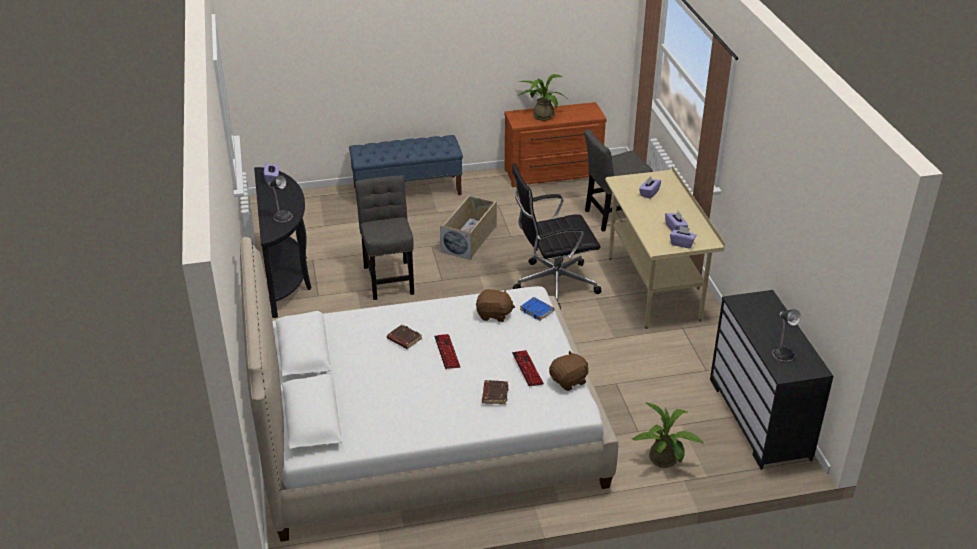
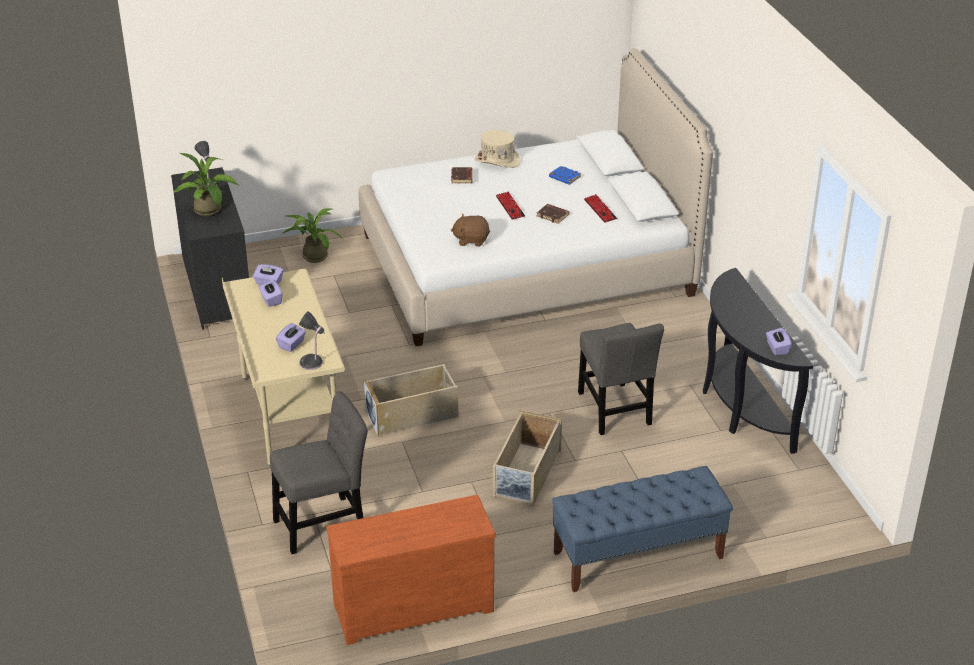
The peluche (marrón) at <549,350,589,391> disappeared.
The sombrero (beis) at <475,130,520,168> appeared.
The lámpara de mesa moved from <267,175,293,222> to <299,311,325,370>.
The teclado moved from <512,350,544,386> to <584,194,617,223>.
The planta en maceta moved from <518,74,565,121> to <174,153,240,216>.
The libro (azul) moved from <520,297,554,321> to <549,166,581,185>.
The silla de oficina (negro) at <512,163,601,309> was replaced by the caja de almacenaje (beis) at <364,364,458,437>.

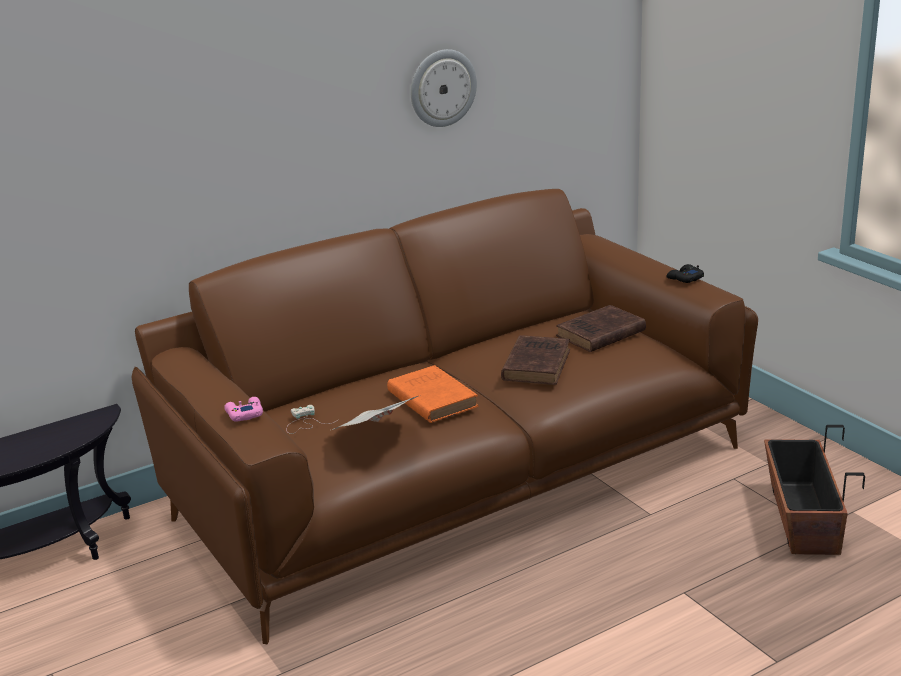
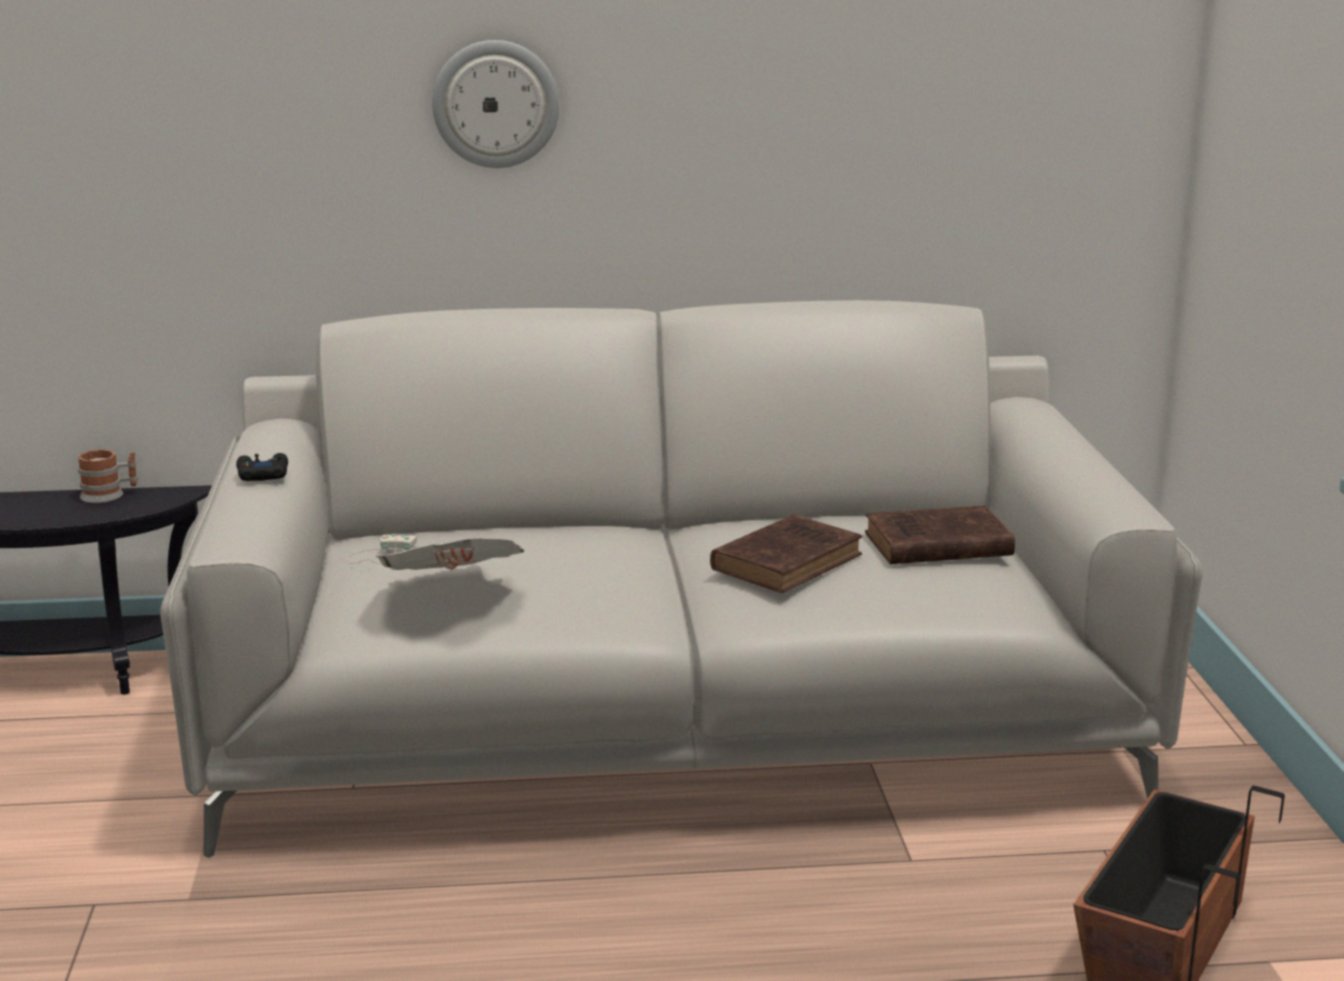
The mando de consola (rosa) at <224,397,263,422> disappeared.
The libro (naranja) at <387,365,479,423> disappeared.
The taza grande at <78,449,138,503> appeared.
The reloj de pared moved from <411,49,477,127> to <432,40,560,168>.
The mando de consola (negro) moved from <666,264,704,283> to <236,453,288,481>.
The sofá (marrón) at <132,189,758,644> became the sofá (gris) at <160,300,1203,858>.

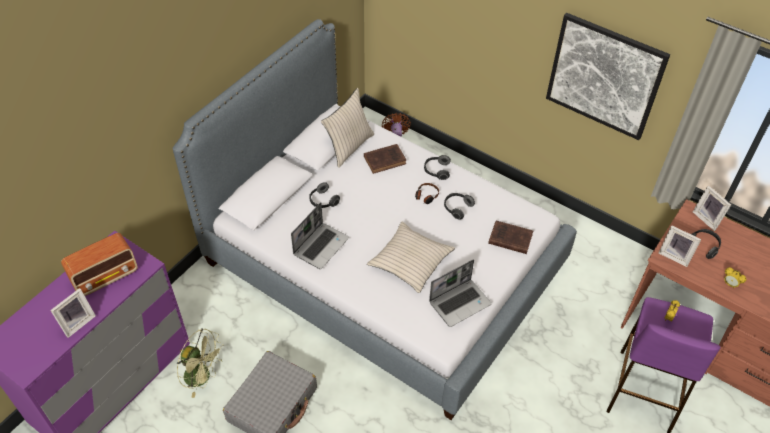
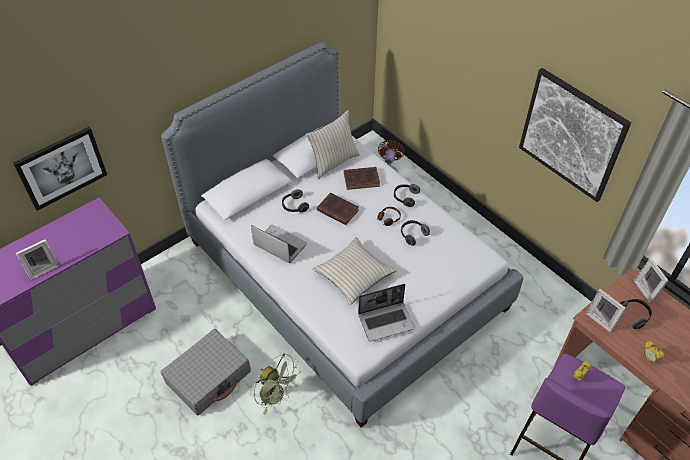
The radio at <61,233,138,296> disappeared.
The cuadro at <13,127,107,211> appeared.
The ventilador (verde) moved from <177,329,224,398> to <254,353,301,415>.
The libro (marrón) moved from <488,221,533,254> to <317,193,359,225>.
The portátil at <291,202,349,269> turned 105 degrees counterclockwise.

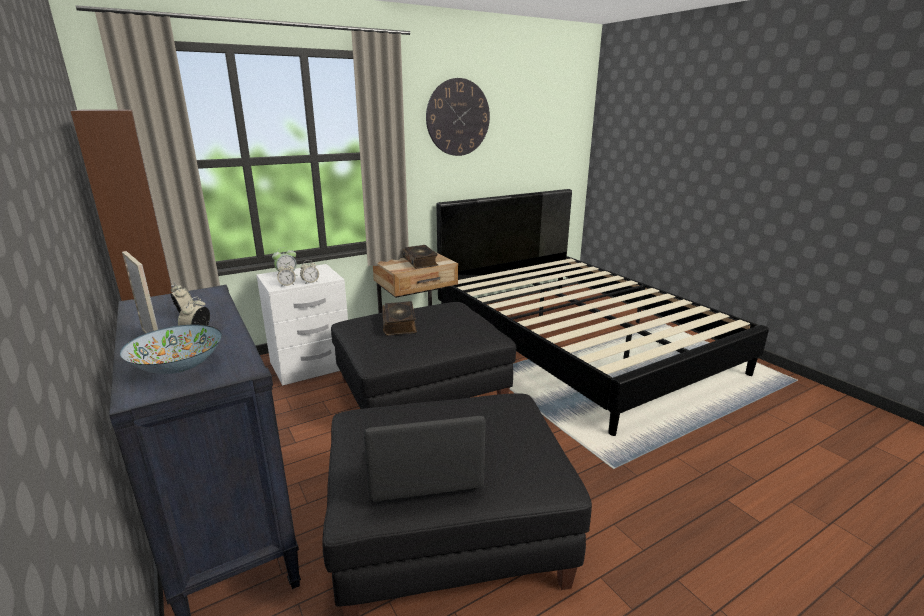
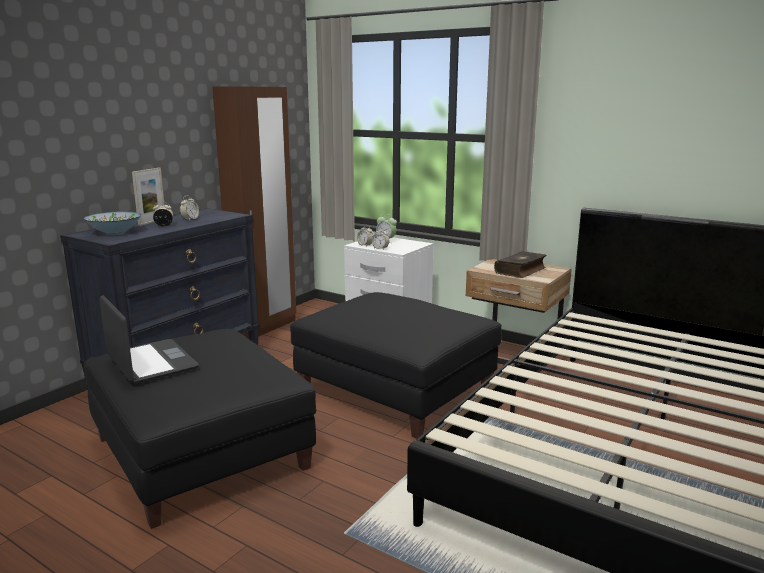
The libro at <382,301,417,336> disappeared.
The reloj de pared at <426,78,490,156> disappeared.

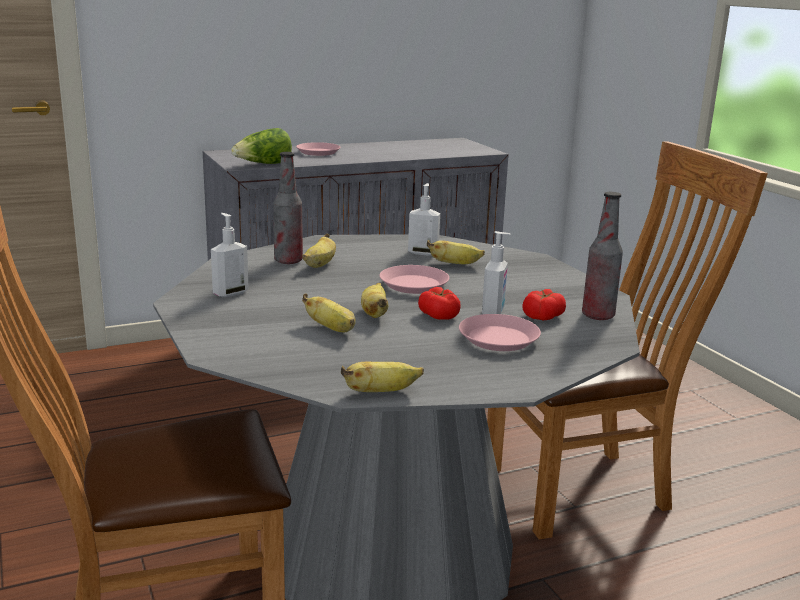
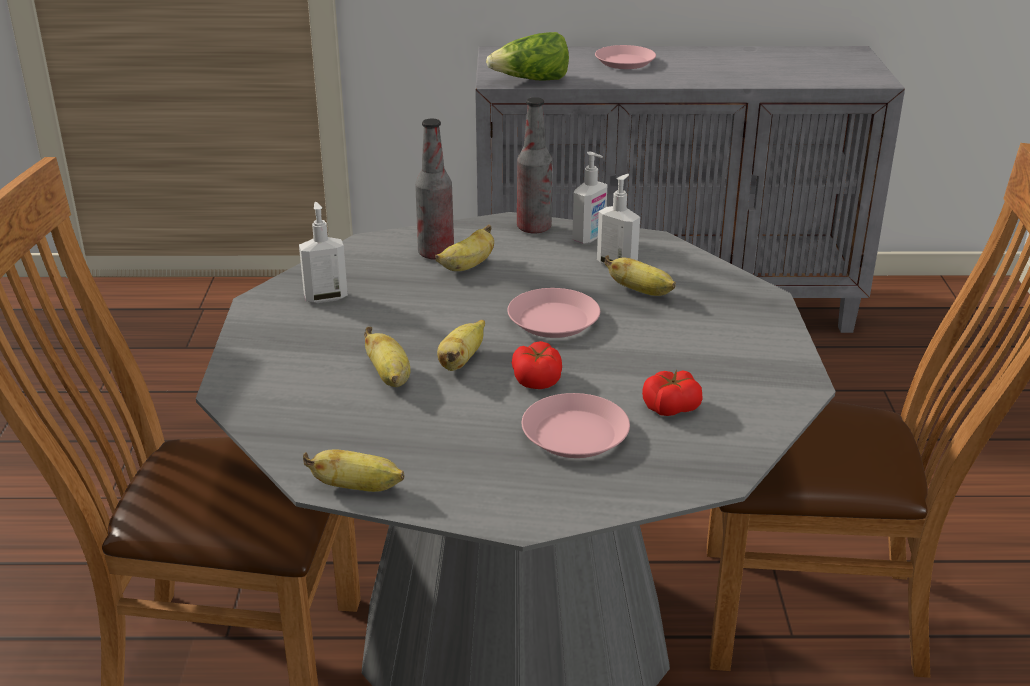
The dispensador de jabón moved from <482,231,511,314> to <572,152,608,244>.
The botella moved from <582,192,623,320> to <517,97,552,234>.

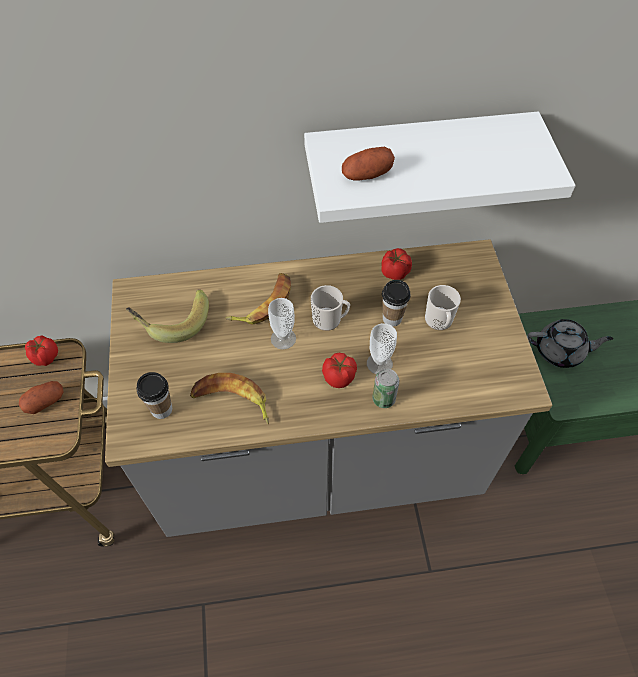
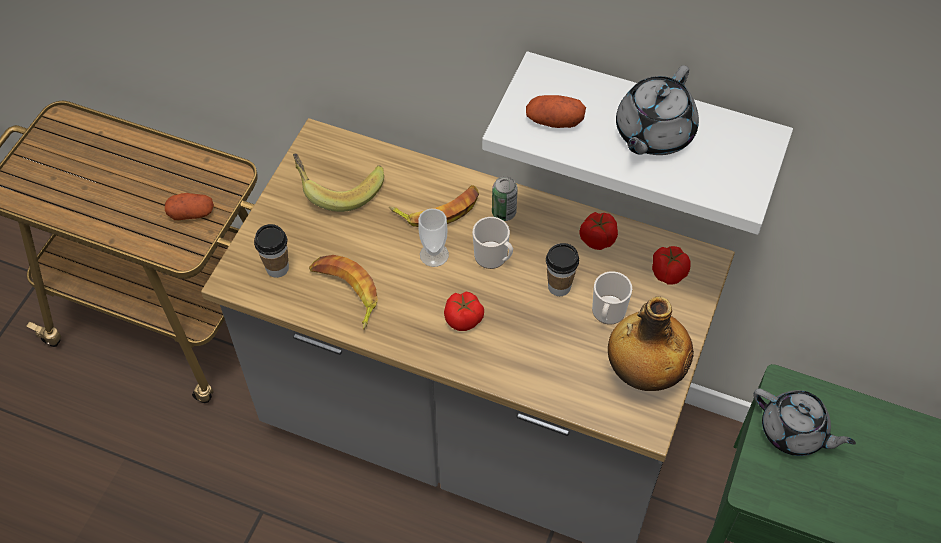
The taza at <367,323,397,375> disappeared.
The botella at <608,296,694,391> appeared.
The tetera (gris) at <616,65,699,155> appeared.
The tomate moved from <25,336,58,366> to <652,246,690,285>.
The lata moved from <372,369,399,408> to <492,176,518,221>.

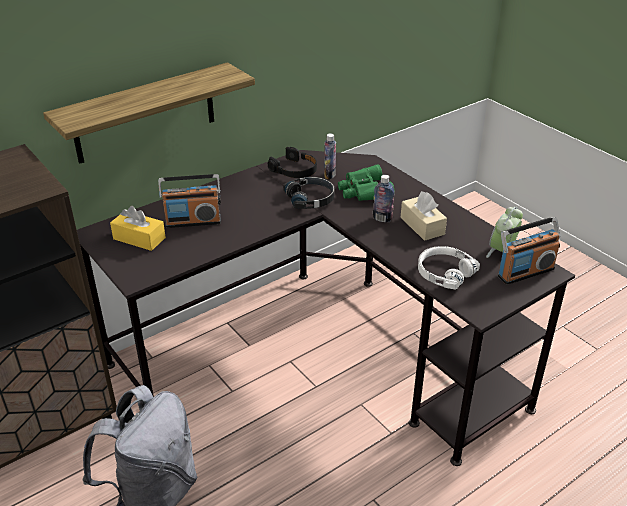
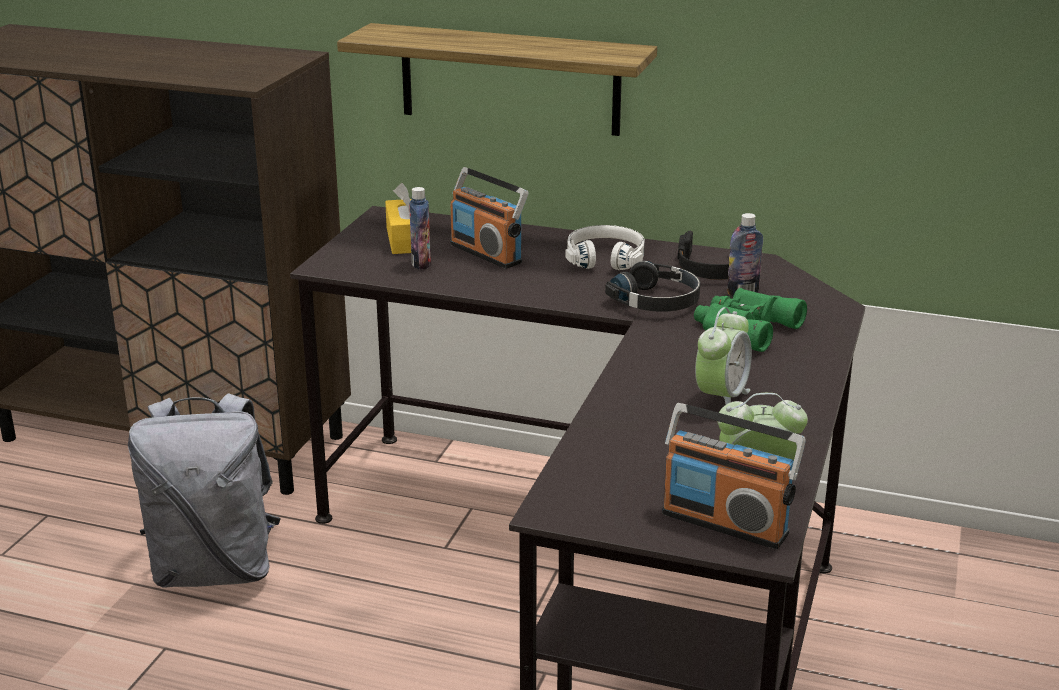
The botella moved from <373,175,395,222> to <409,187,431,270>.
The auriculares (blanco) moved from <418,246,480,290> to <566,225,645,270>.
The caja de pañuelos (beis) at <401,191,447,241> was replaced by the despertador at <695,307,752,405>.

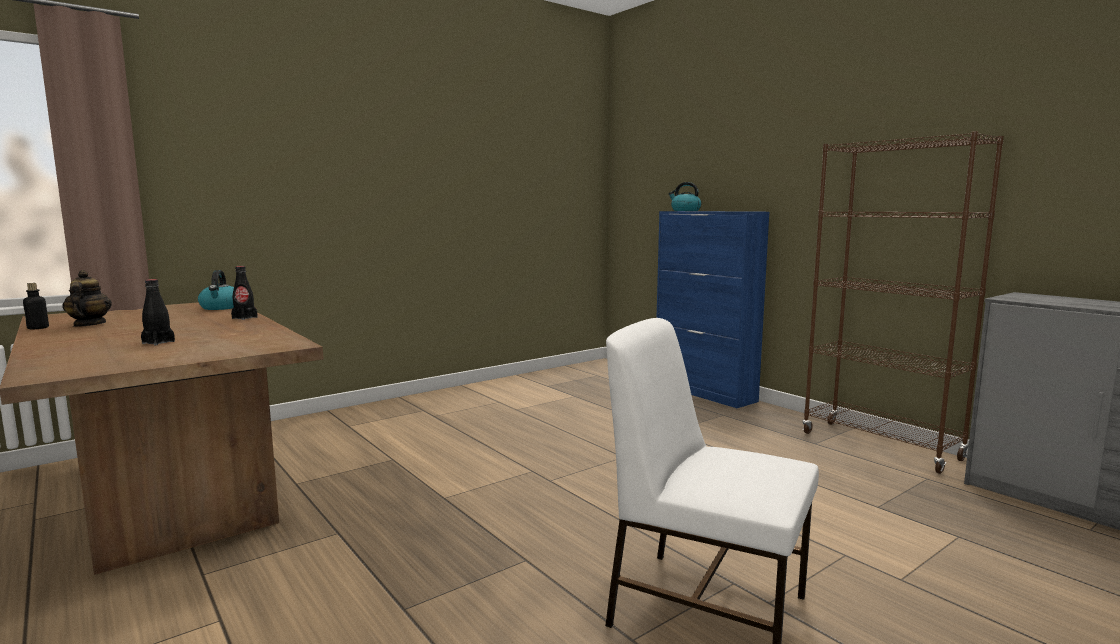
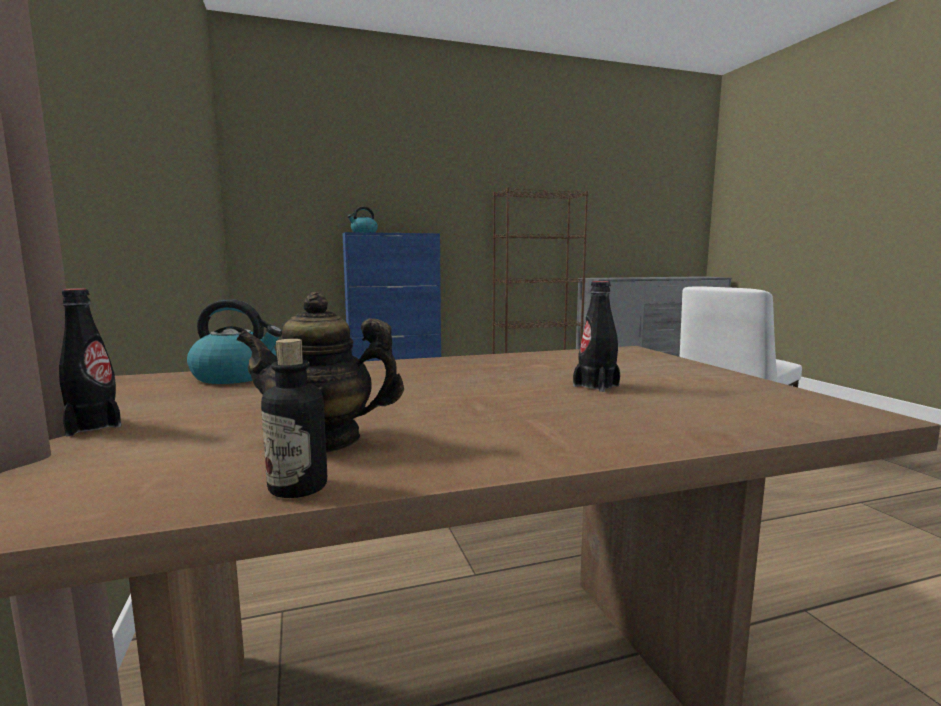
The botella (negro) moved from <231,266,258,320> to <59,288,121,436>.

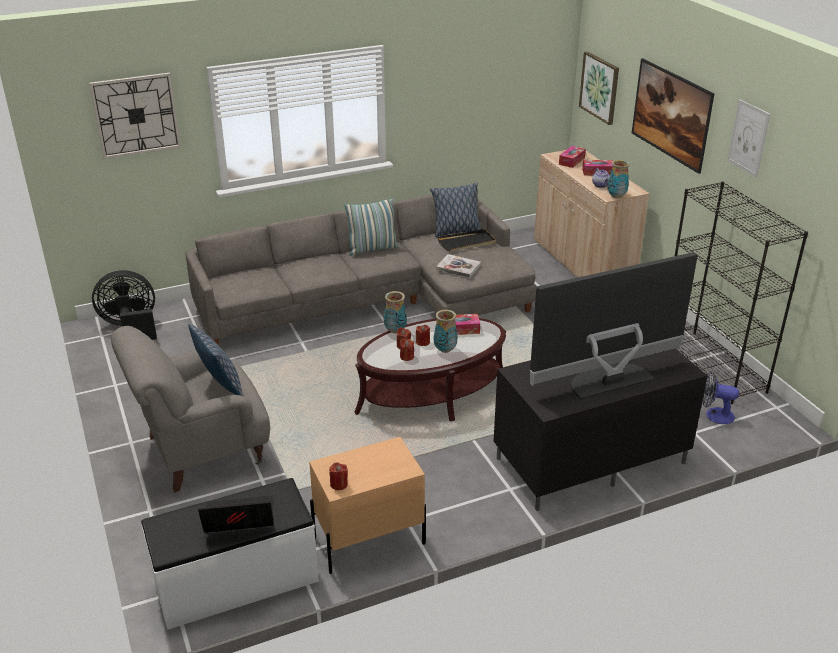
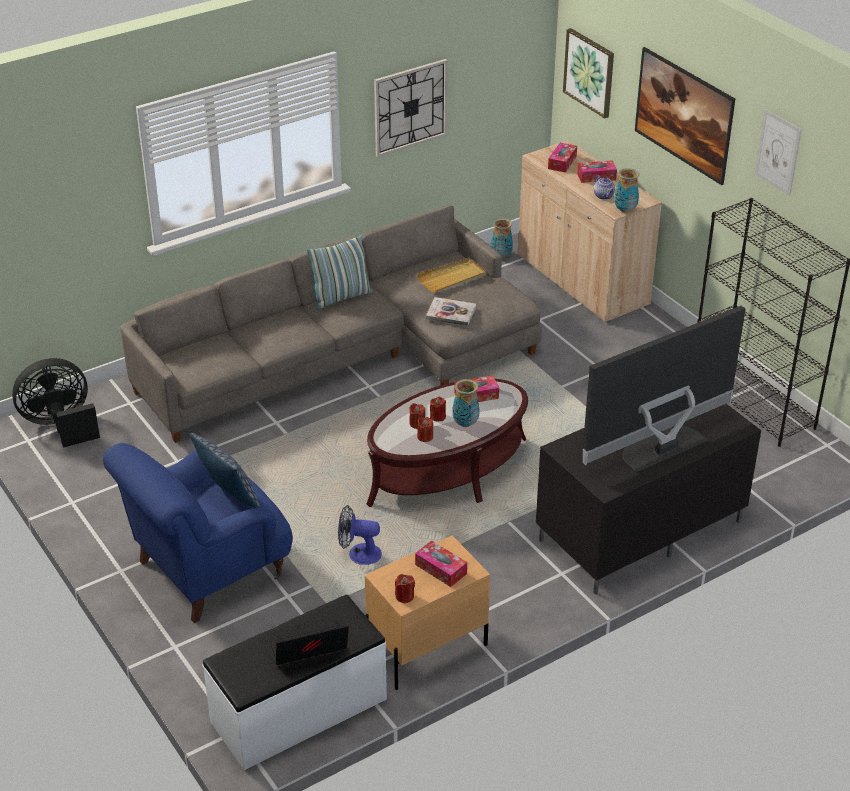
The cojín at <430,182,481,237> disappeared.
The caja de pañuelos at <415,541,467,587> appeared.
The reloj de pared moved from <89,73,181,159> to <374,59,448,157>.
The florero moved from <384,291,407,333> to <491,218,513,258>.
The ventilador moved from <702,371,739,424> to <338,505,382,565>.
The sillón (gris) at <111,326,270,493> became the sillón (azul) at <103,443,293,623>.
The bandeja (negro) at <437,229,496,251> became the bandeja (beis) at <416,258,487,293>.

